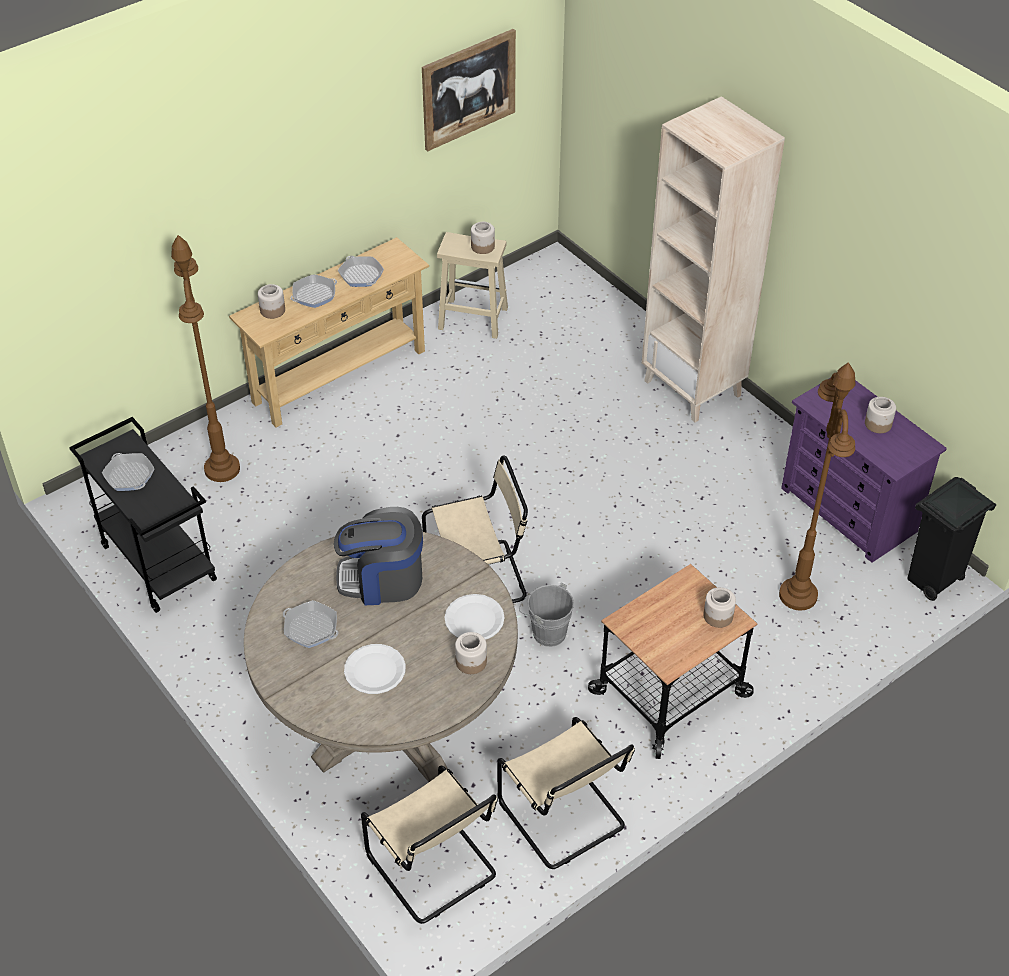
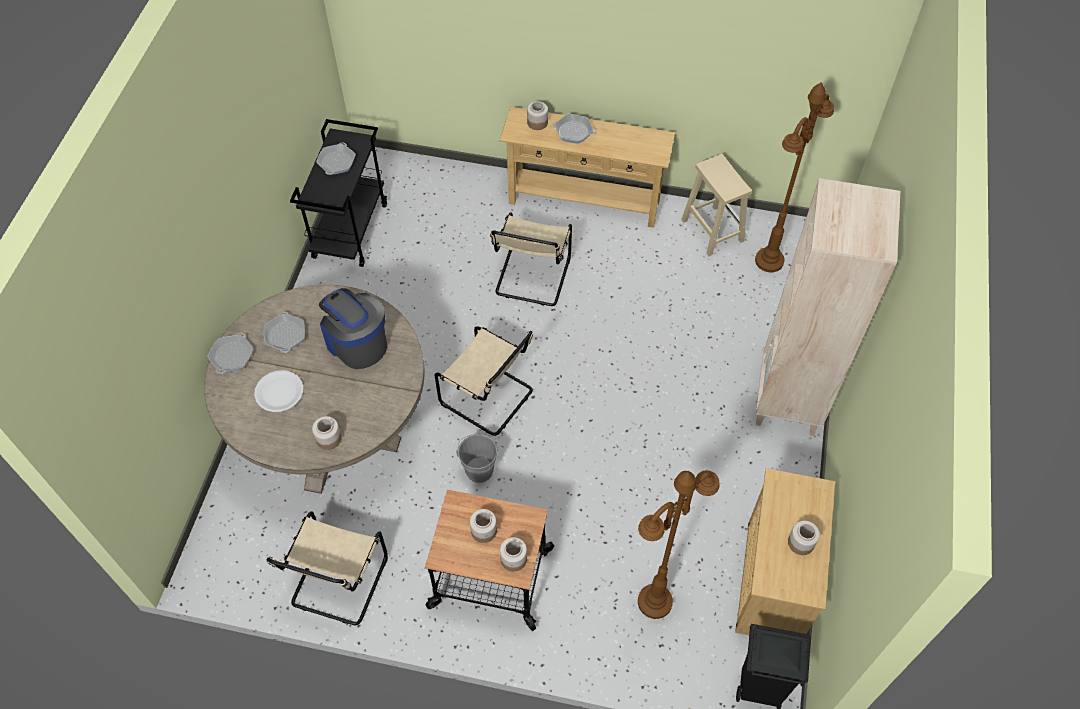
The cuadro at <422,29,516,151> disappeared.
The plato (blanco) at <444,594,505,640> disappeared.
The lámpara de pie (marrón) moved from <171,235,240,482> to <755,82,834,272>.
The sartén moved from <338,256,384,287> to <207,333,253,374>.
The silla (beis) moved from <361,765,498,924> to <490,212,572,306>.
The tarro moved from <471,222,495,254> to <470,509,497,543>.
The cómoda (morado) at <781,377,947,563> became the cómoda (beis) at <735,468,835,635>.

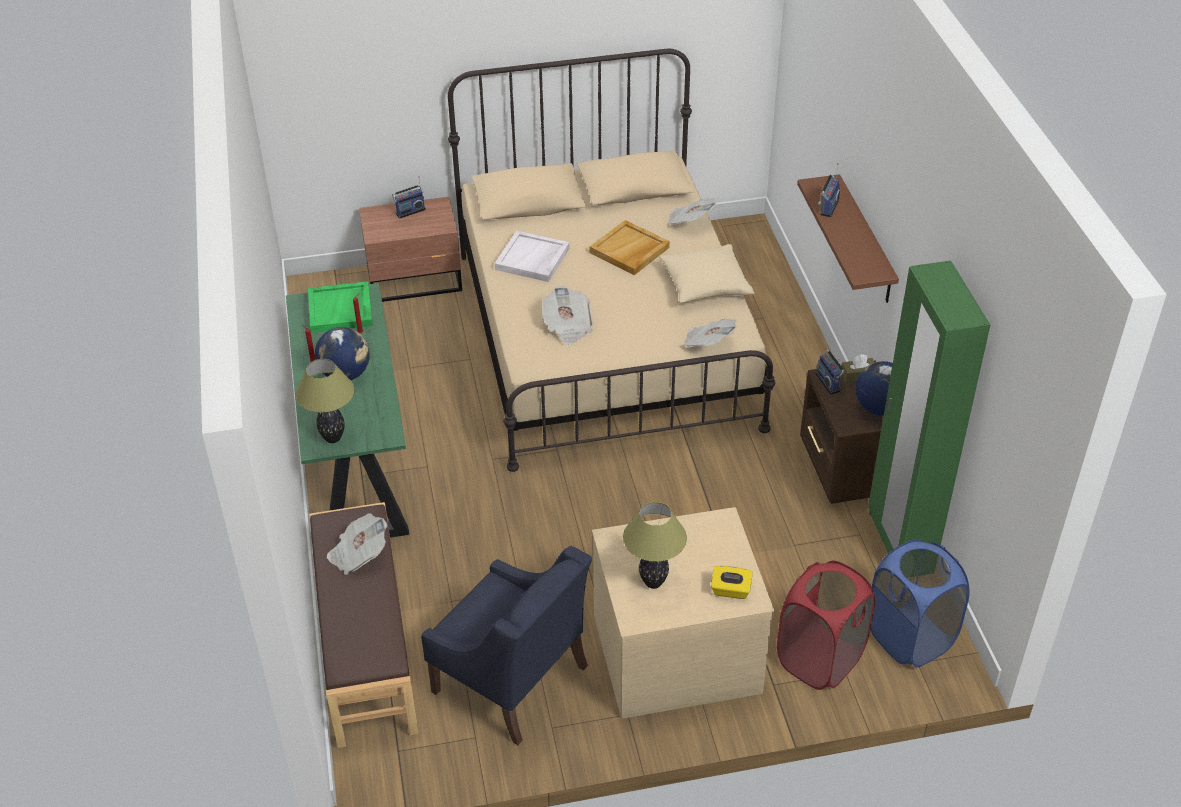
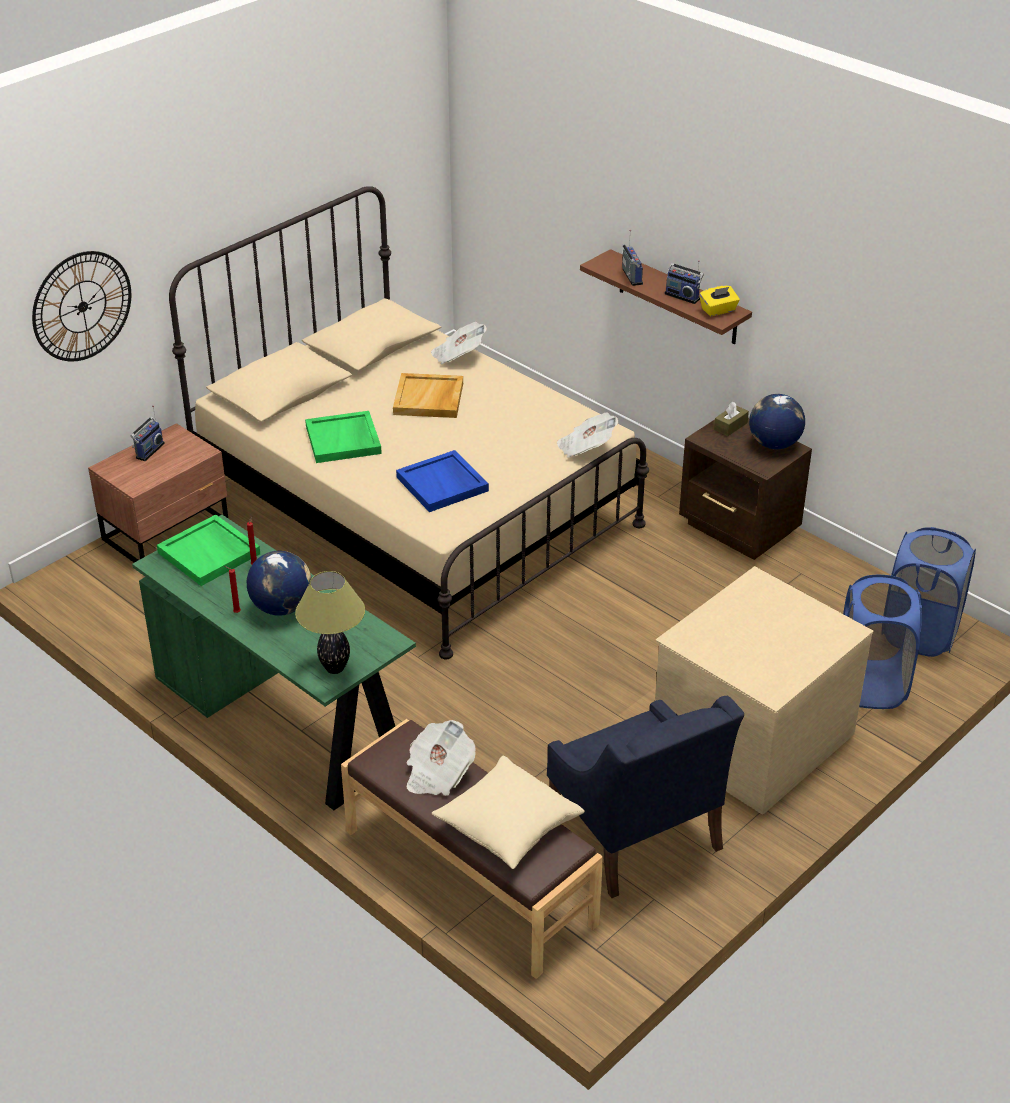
The lámpara de mesa at <623,502,687,589> disappeared.
The armario ropero (verde) at <868,261,990,553> disappeared.
The reloj de pared at <32,251,131,361> appeared.
The cojín (beis) moved from <660,244,755,303> to <432,756,585,869>.
The caja de pañuelos (amarillo) moved from <711,566,753,599> to <699,286,740,316>.
The radio moved from <815,349,845,395> to <665,260,704,304>.
The periódico at <542,286,593,345> was replaced by the bandeja (azul) at <396,450,489,512>.
The bandeja (blanco) at <495,231,570,282> became the bandeja (verde) at <305,411,382,463>.
The cesto de la ropa (rojo) at <777,561,875,690> became the cesto de la ropa (azul) at <843,575,922,709>.
The sillón (azul) at <421,546,592,745> turned 60 degrees clockwise.

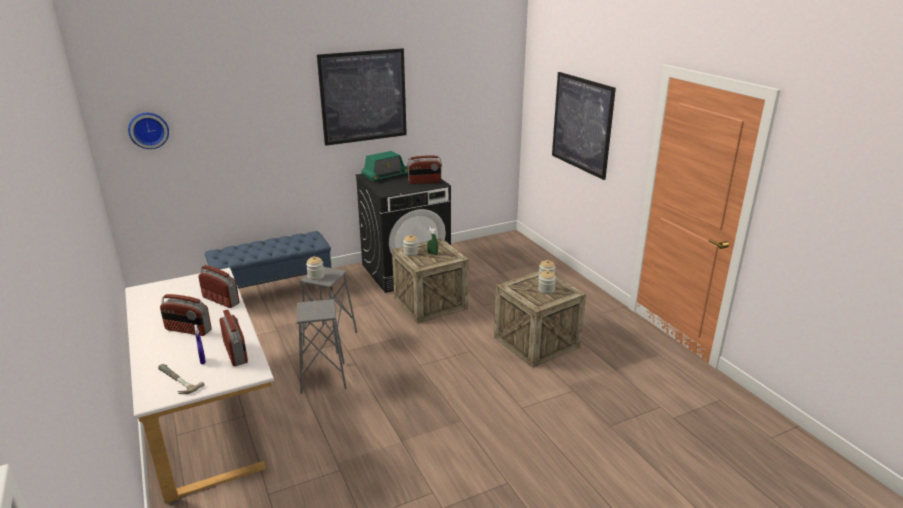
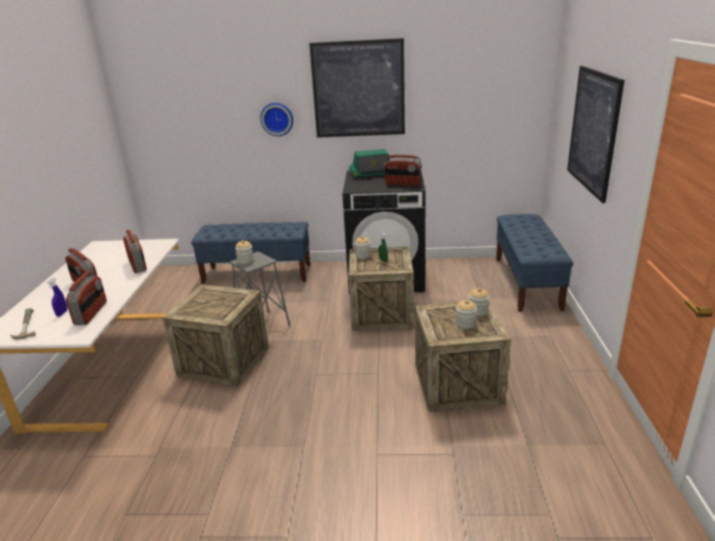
The banco (azul) at <496,214,573,312> appeared.
The reloj de pared moved from <128,113,169,149> to <260,103,293,136>.
The taburete (gris) at <296,299,347,394> was replaced by the caja de embalaje at <162,284,269,387>.

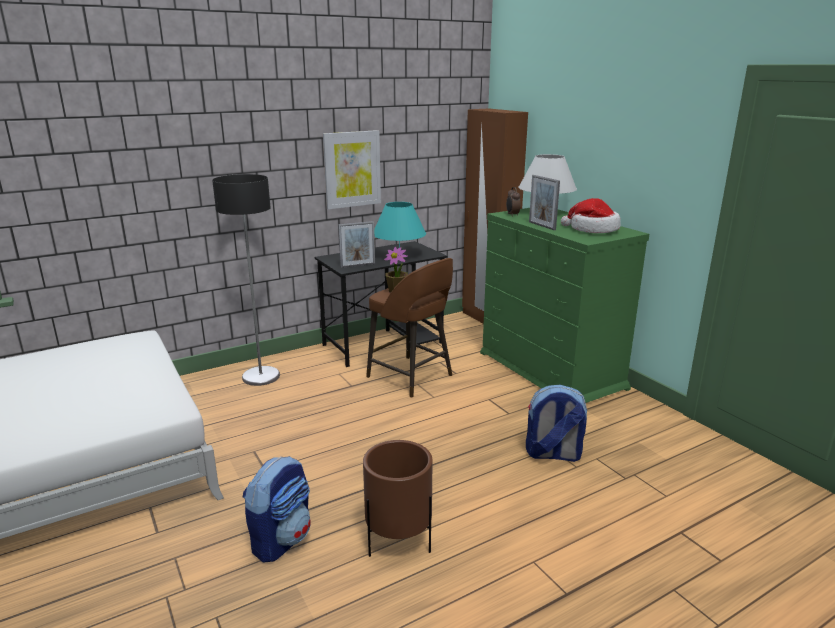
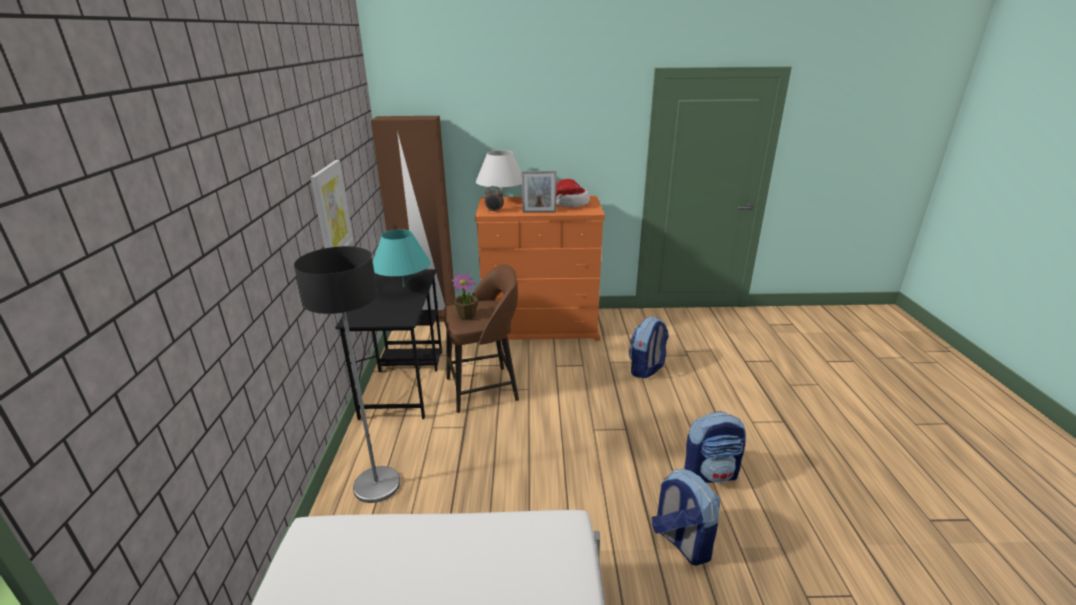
The portarretratos at <338,221,375,268> disappeared.
The maceta (marrón) at <363,440,433,557> was replaced by the mochila at <684,411,746,483>.
The cómoda (verde) at <480,208,649,403> became the cómoda (naranja) at <475,196,605,341>.

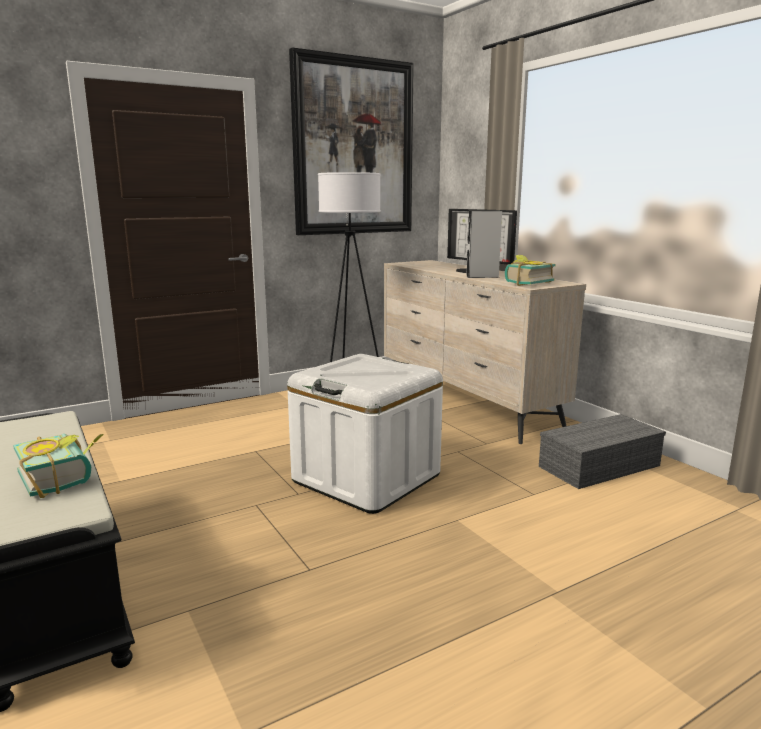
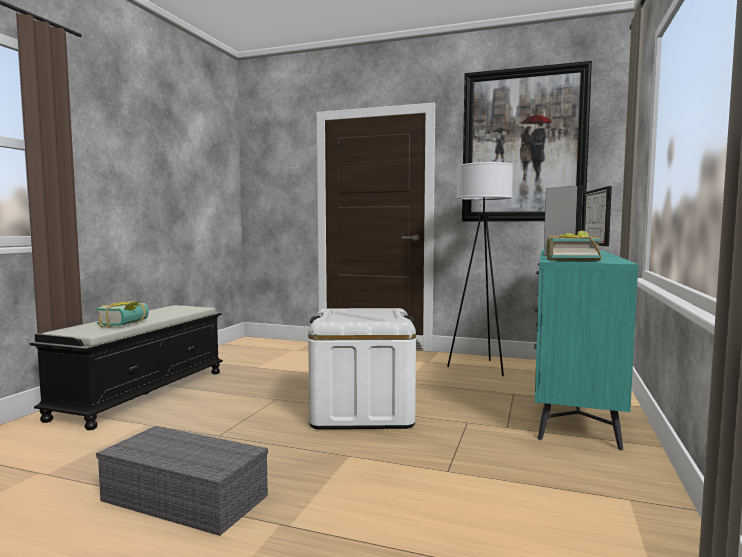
The caja de almacenaje (gris) moved from <539,414,666,489> to <96,426,268,536>.
The cómoda (beis) at <384,260,586,444> became the cómoda (turquesa) at <534,250,639,450>.

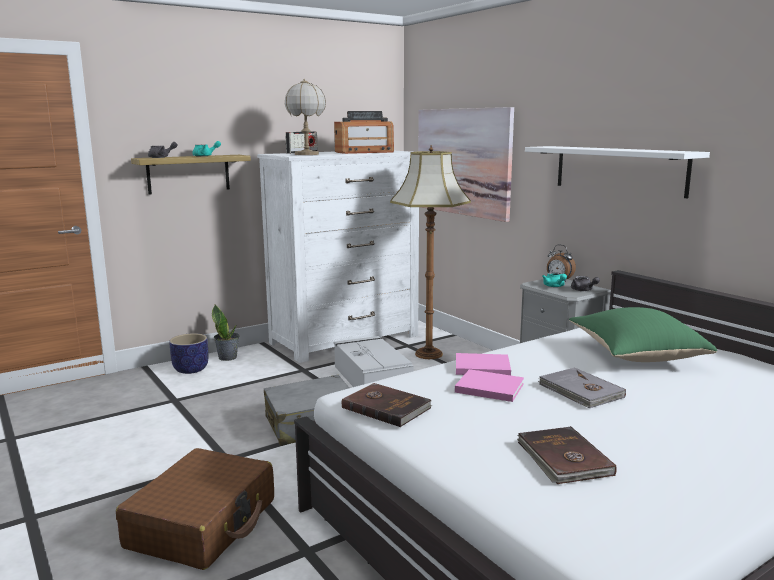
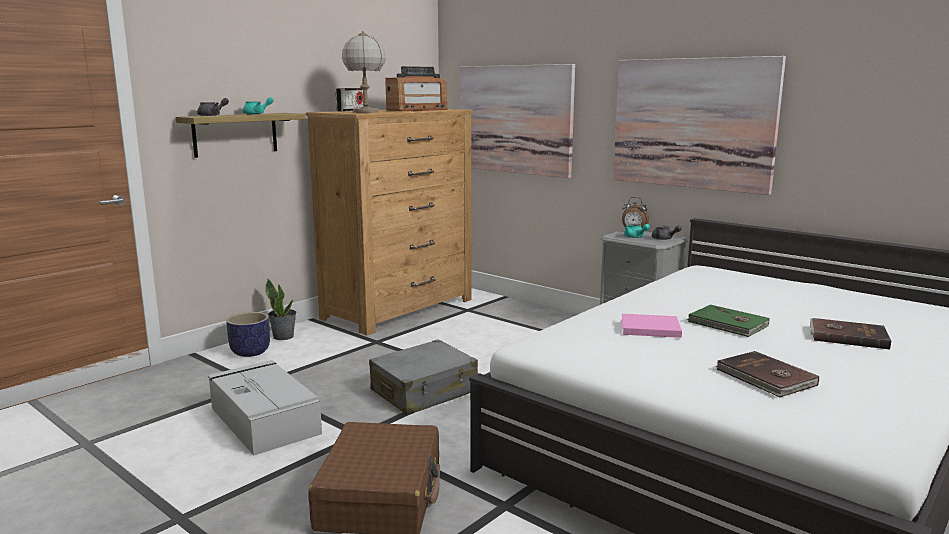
The lámpara de pie at <390,145,471,359> disappeared.
The libro (rosa) at <456,353,511,375> disappeared.
The cojín (verde) at <569,307,717,362> disappeared.
The caja de almacenaje (gris) moved from <334,336,414,387> to <208,360,322,455>.
The libro (marrón) moved from <342,383,432,427> to <810,318,891,350>.
The estante (blanco) at <525,146,710,198> was replaced by the cuadro at <613,56,786,195>.
The cómoda (blanco) at <257,151,419,363> became the cómoda (marrón) at <306,109,472,335>.
The libro (gris) at <538,367,626,408> became the libro (verde) at <687,305,770,337>.

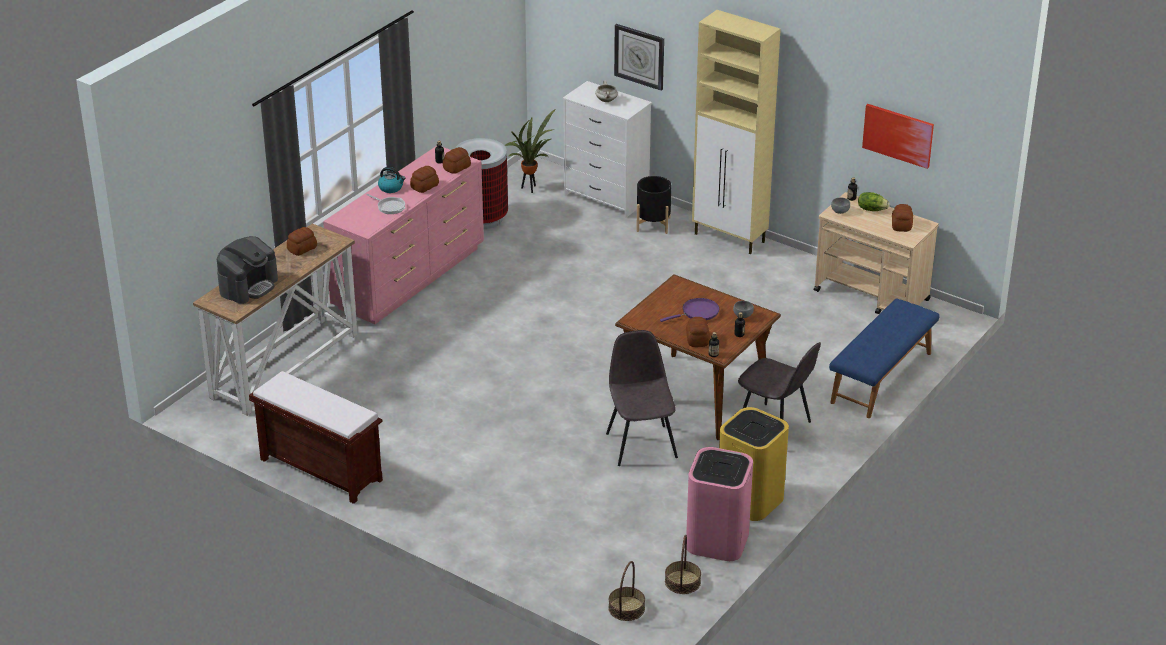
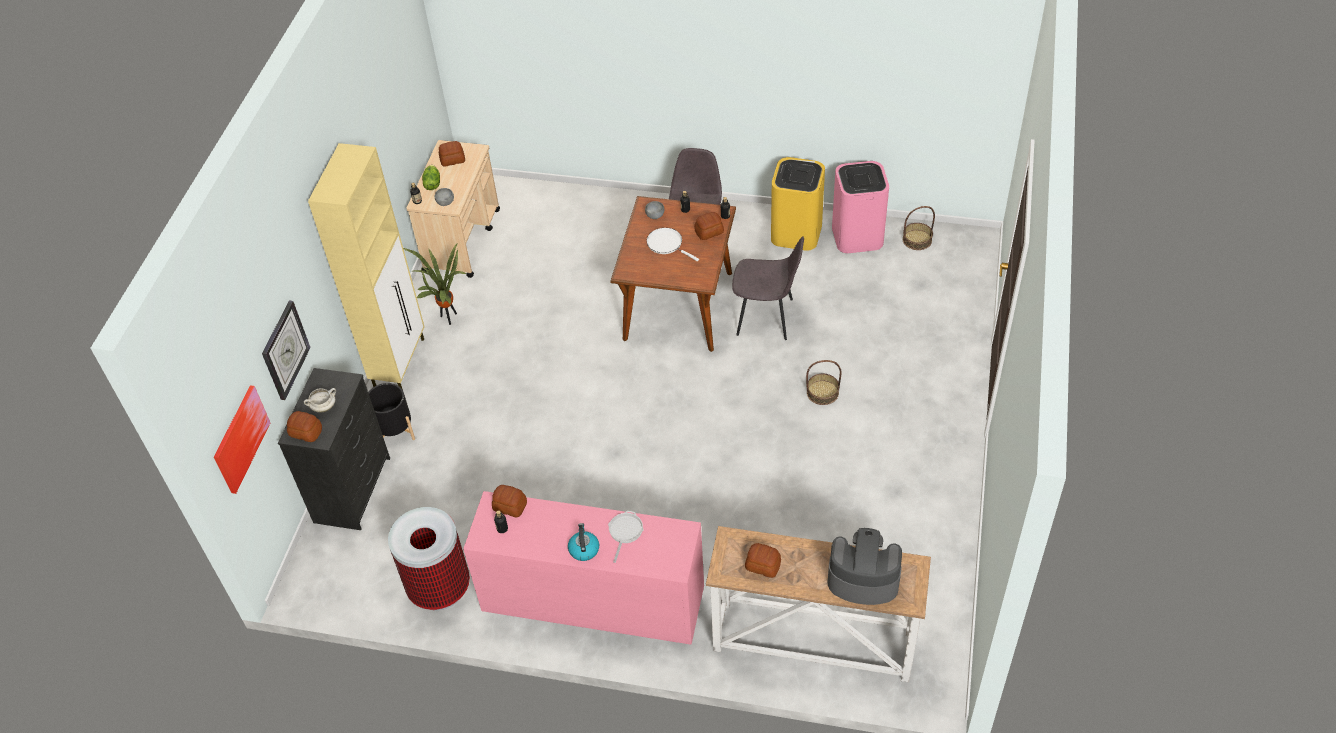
The banco (marrón) at <249,371,383,504> disappeared.
The banco (azul) at <829,299,940,418> disappeared.
The pan moved from <410,166,439,193> to <287,411,322,442>.
The planta en maceta moved from <504,109,556,193> to <403,243,467,325>.
The cesta moved from <608,561,645,621> to <806,360,842,405>.
The cuadro moved from <862,104,934,169> to <214,385,270,494>.
The cómoda (blanco) at <563,81,652,218> became the cómoda (negro) at <278,368,390,530>.
The sartén (morado) at <660,298,719,322> became the sartén (blanco) at <647,228,699,261>.
The silla (gris) at <606,330,678,466> turned 135 degrees counterclockwise.

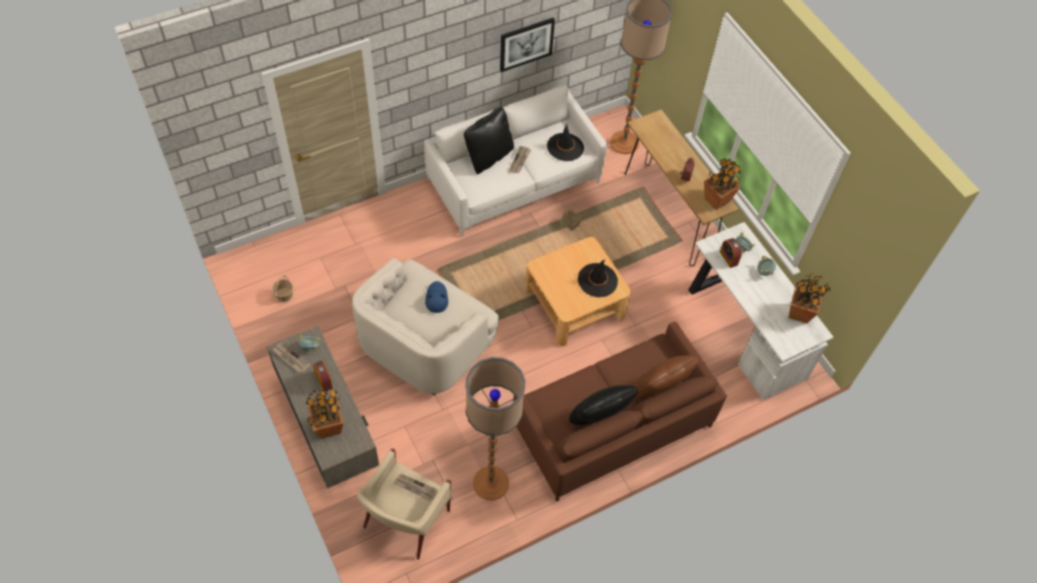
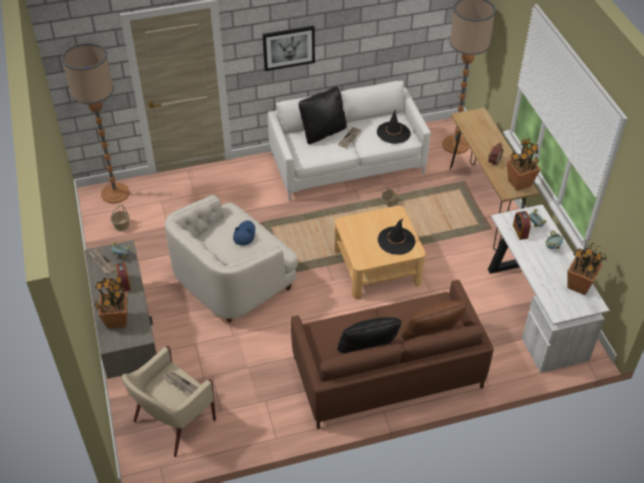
The lámpara de pie moved from <465,357,525,500> to <62,43,130,204>.
The cuadro moved from <500,18,555,72> to <262,26,315,71>.

